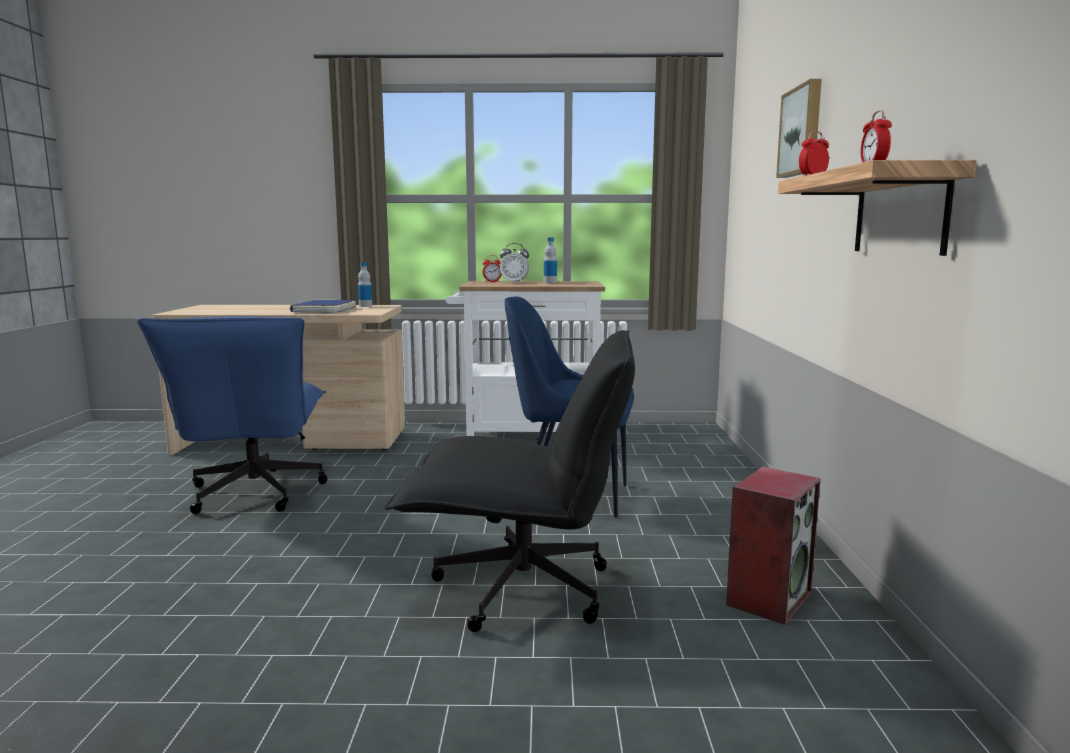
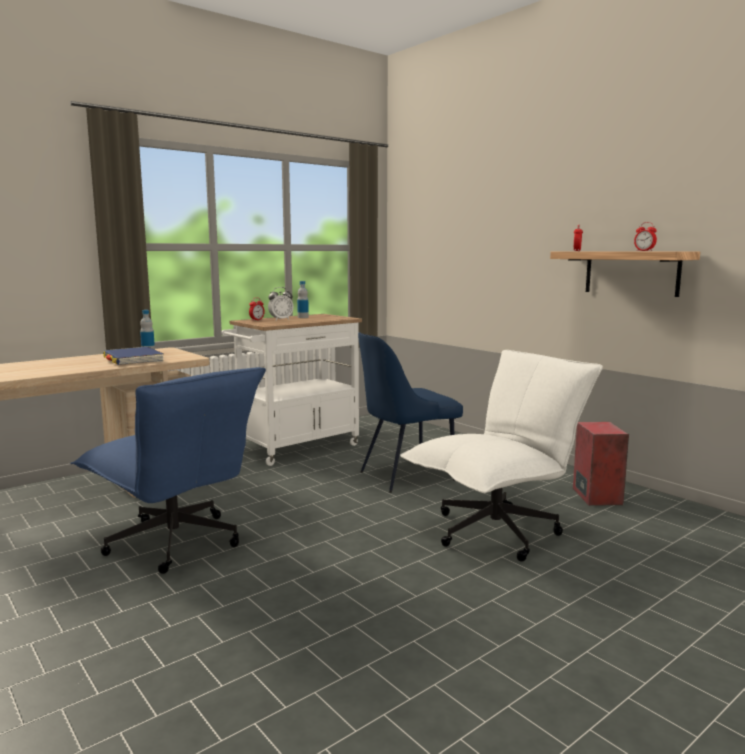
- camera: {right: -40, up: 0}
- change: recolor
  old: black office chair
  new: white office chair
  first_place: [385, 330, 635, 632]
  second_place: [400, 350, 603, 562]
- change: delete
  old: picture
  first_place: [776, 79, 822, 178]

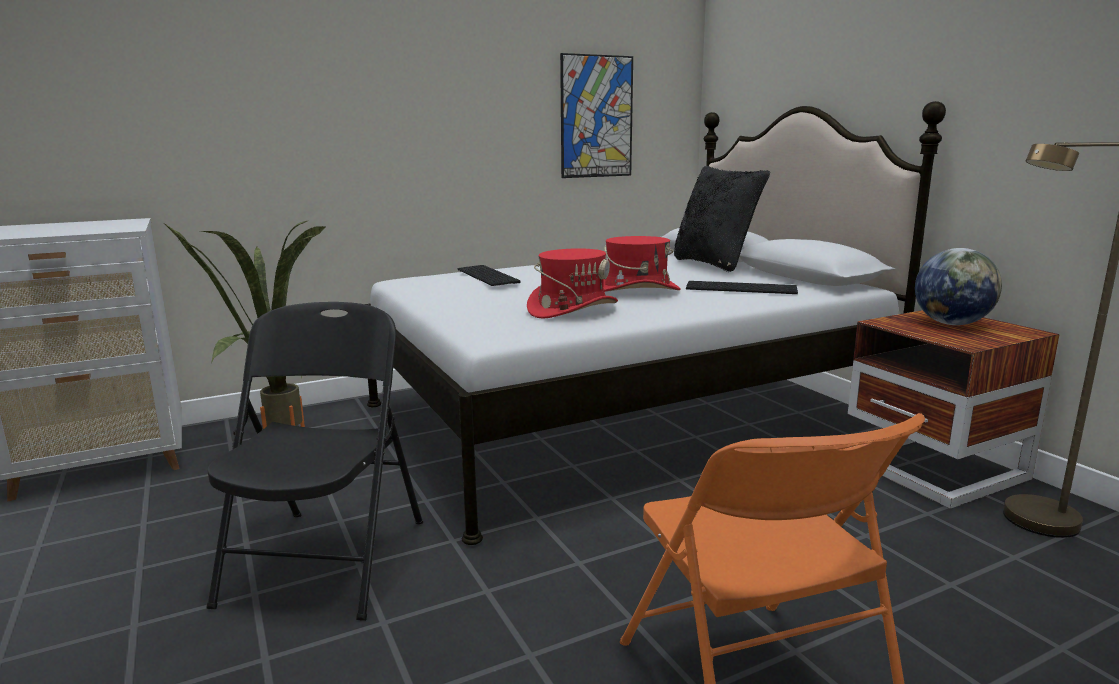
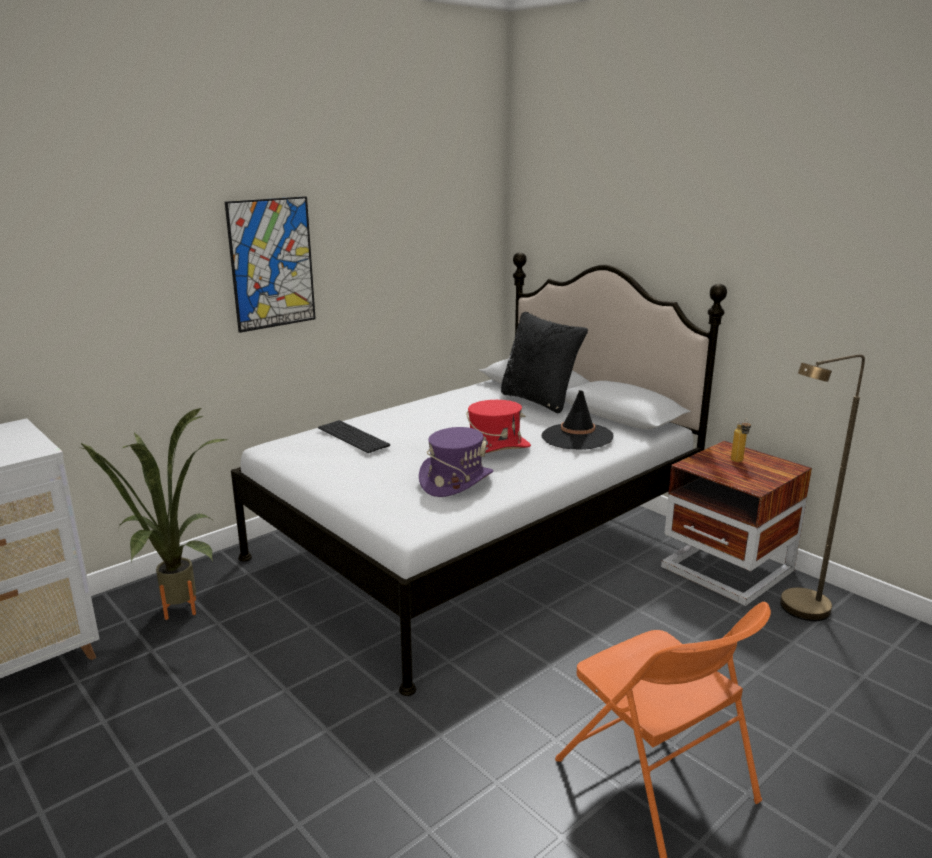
- camera: {right: -15, up: 5}
- change: move
  old: picture
  first_place: [560, 53, 633, 178]
  second_place: [225, 196, 316, 333]
- change: recolor
  old: red hat
  new: purple hat
  first_place: [527, 248, 618, 319]
  second_place: [419, 427, 493, 497]
- change: replace
  old: keyboard
  new: black hat
  first_place: [686, 281, 798, 294]
  second_place: [542, 390, 614, 450]
- change: replace
  old: globe
  new: bottle
  first_place: [915, 248, 1002, 325]
  second_place: [731, 419, 751, 462]
- change: delete
  old: black chair
  first_place: [206, 302, 423, 621]

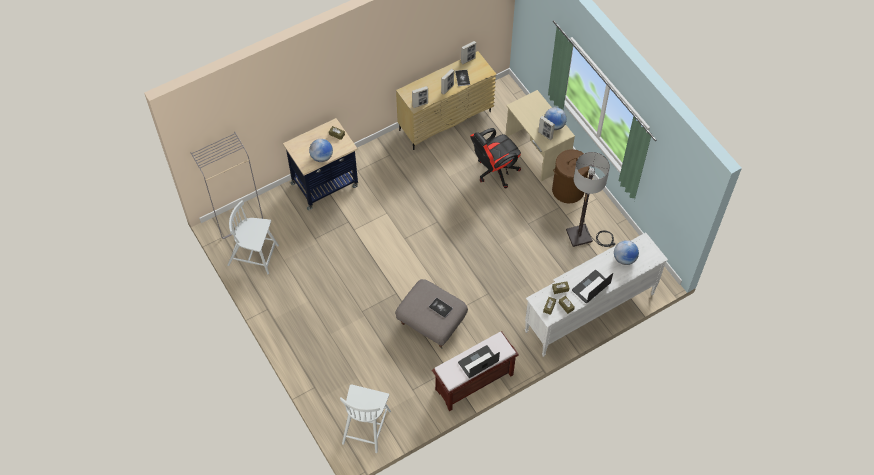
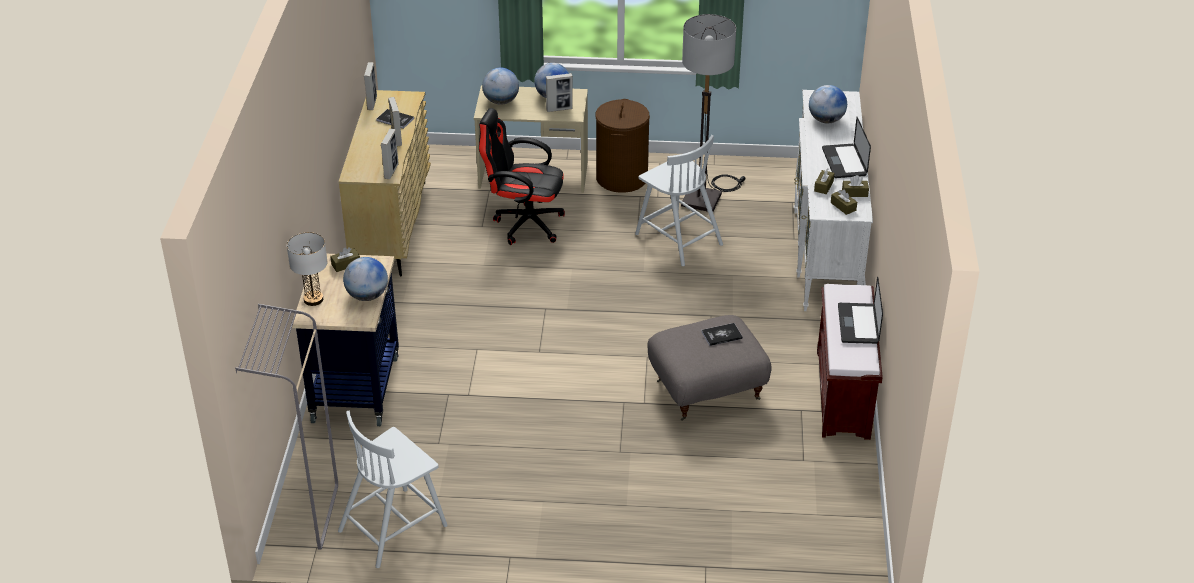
- camera: {right: -55, up: -20}
- change: insert
  new: table lamp
  second_place: [287, 232, 327, 306]
- change: rotate
  old: black office chair
  first_place: [470, 128, 521, 188]
  second_place: [479, 108, 565, 245]
  degrees: 105
- change: insert
  new: globe
  second_place: [482, 68, 519, 105]
- change: move
  old: white chair
  first_place: [340, 384, 391, 453]
  second_place: [635, 135, 723, 266]

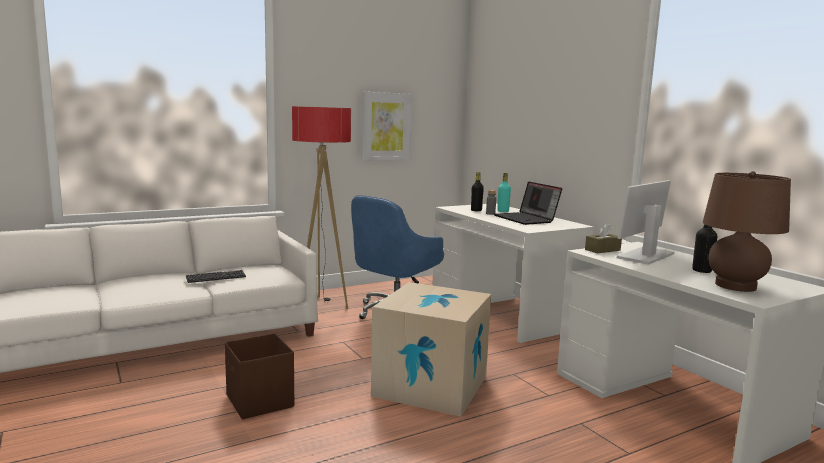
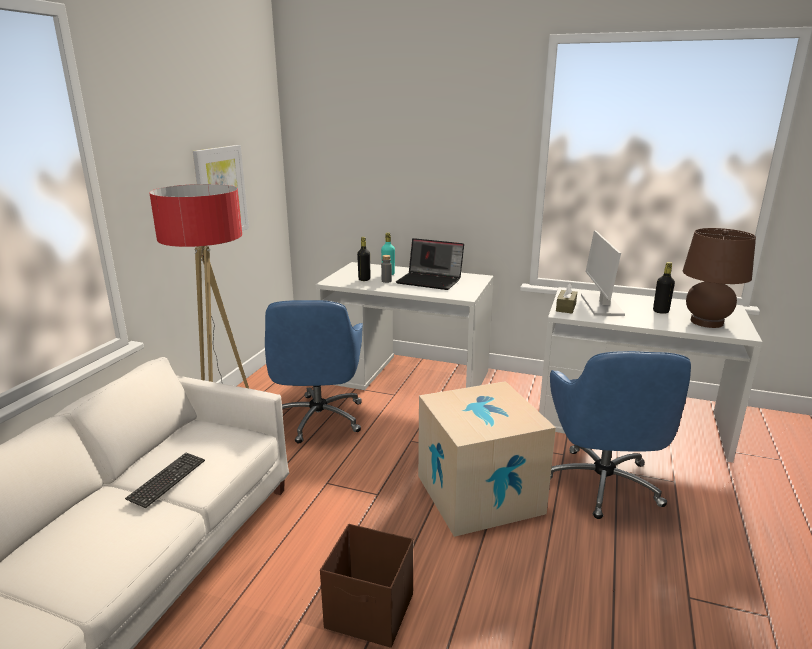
- camera: {right: -40, up: 10}
- change: insert
  new: blue office chair
  second_place: [550, 351, 691, 519]

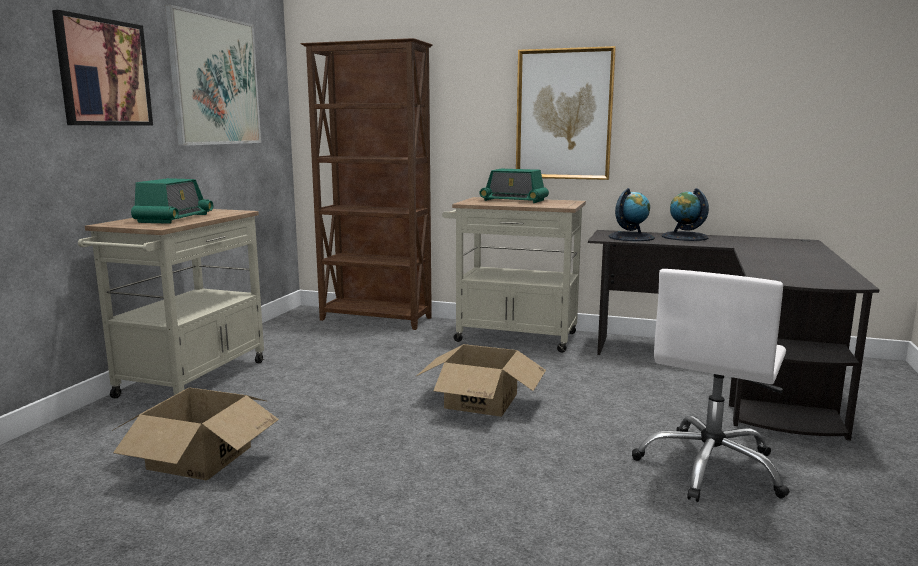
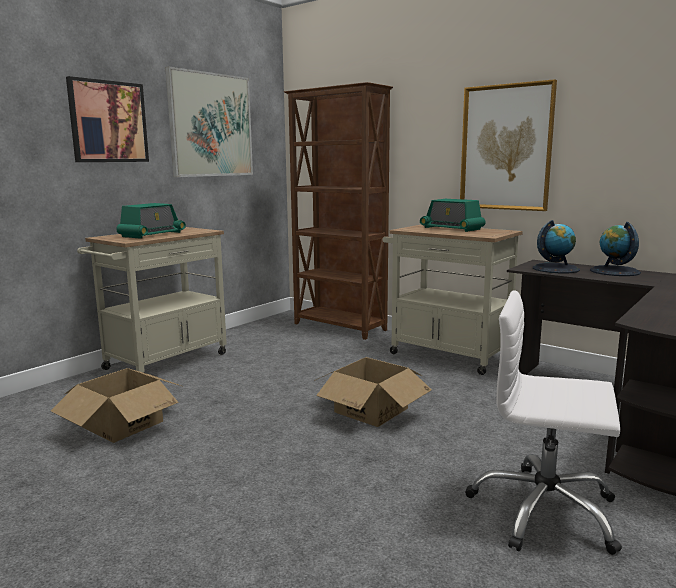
- camera: {right: 20, up: 0}
- change: rotate
  old: white office chair
  first_place: [632, 269, 790, 502]
  second_place: [465, 290, 622, 555]
  degrees: 60

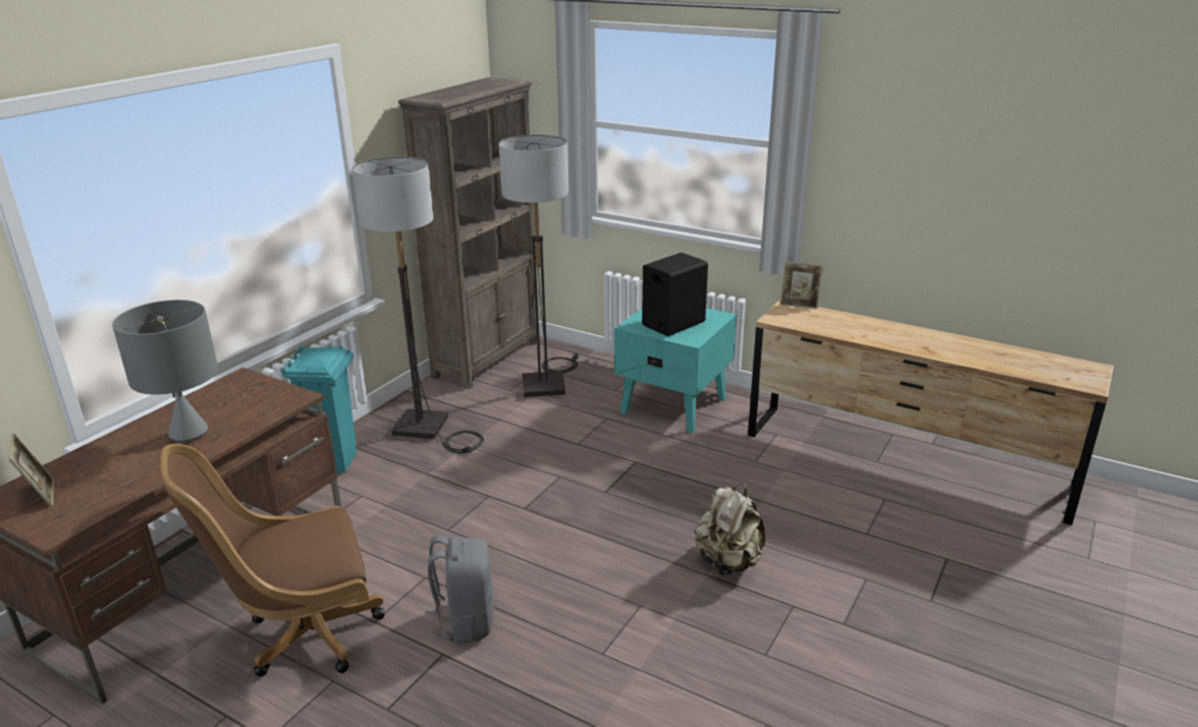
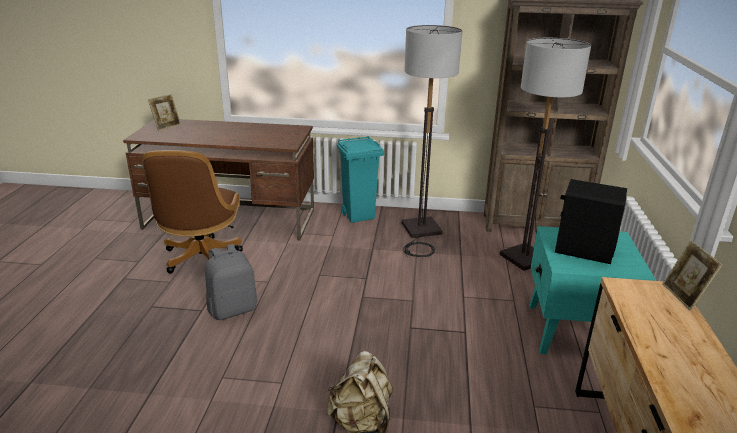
- camera: {right: 65, up: 0}
- change: rotate
  old: brown office chair
  first_place: [160, 444, 385, 677]
  second_place: [142, 151, 243, 273]
  degrees: -135
- change: delete
  old: grey table lamp
  first_place: [112, 300, 218, 443]

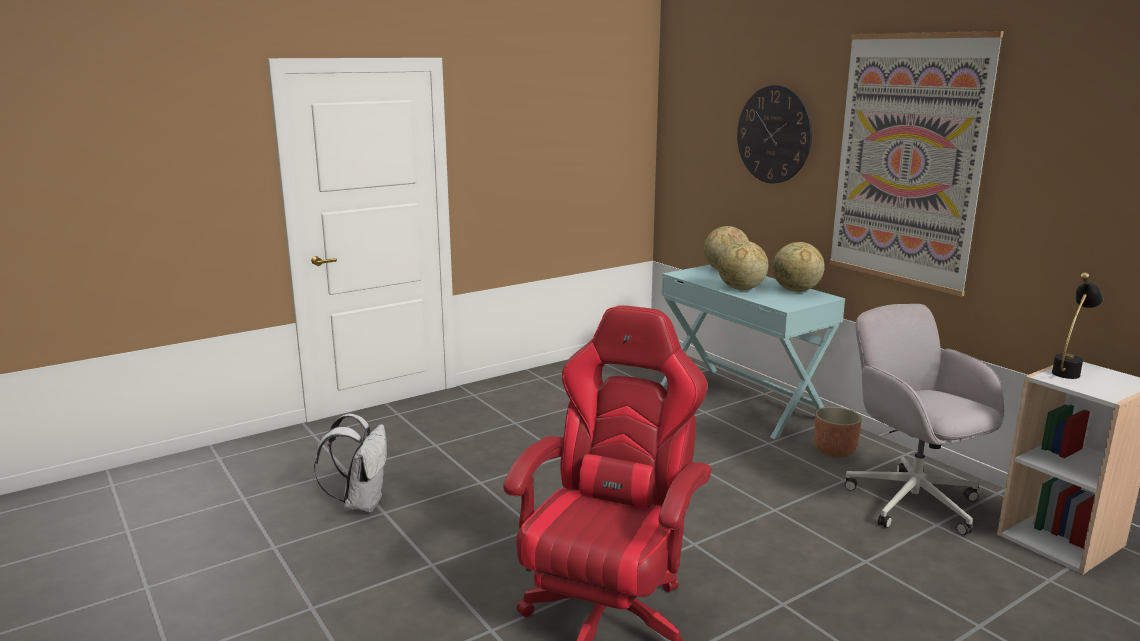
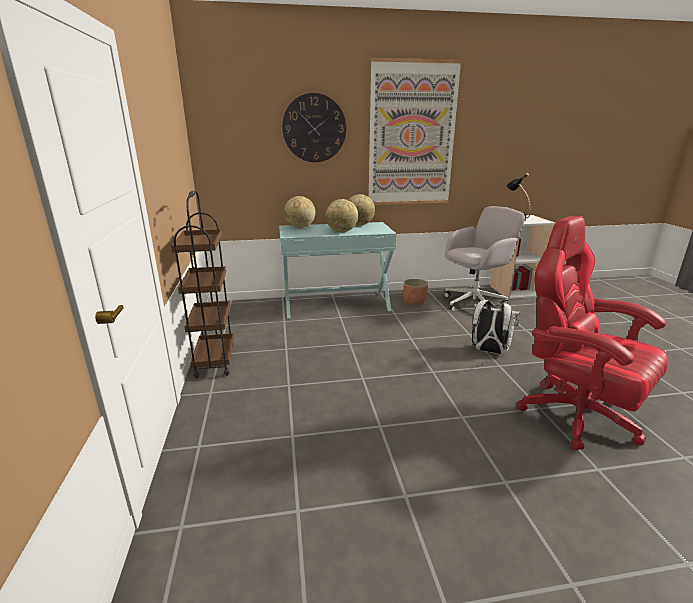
- camera: {right: -65, up: 5}
- change: insert
  new: brown cart
  second_place: [171, 190, 234, 378]
- change: rotate
  old: grey office chair
  first_place: [845, 304, 1004, 535]
  second_place: [444, 206, 525, 311]
  degrees: 150
- change: move
  old: white backpack
  first_place: [314, 414, 387, 512]
  second_place: [472, 300, 520, 354]

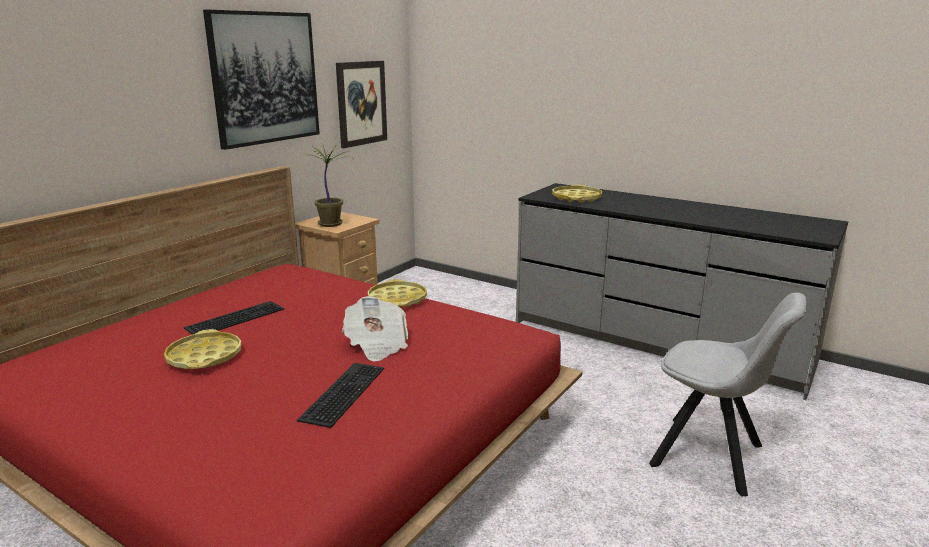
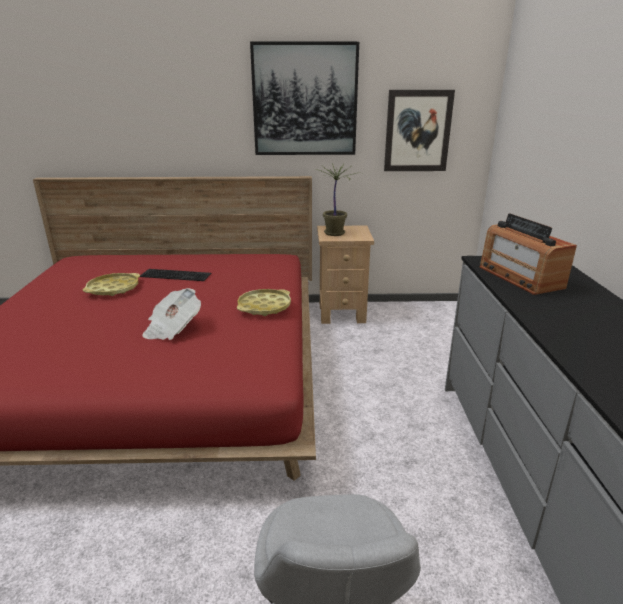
- camera: {right: 55, up: 5}
- change: replace
  old: yellow tray
  new: radio
  first_place: [552, 185, 602, 203]
  second_place: [479, 213, 577, 295]
- change: delete
  old: keyboard
  first_place: [297, 363, 384, 428]

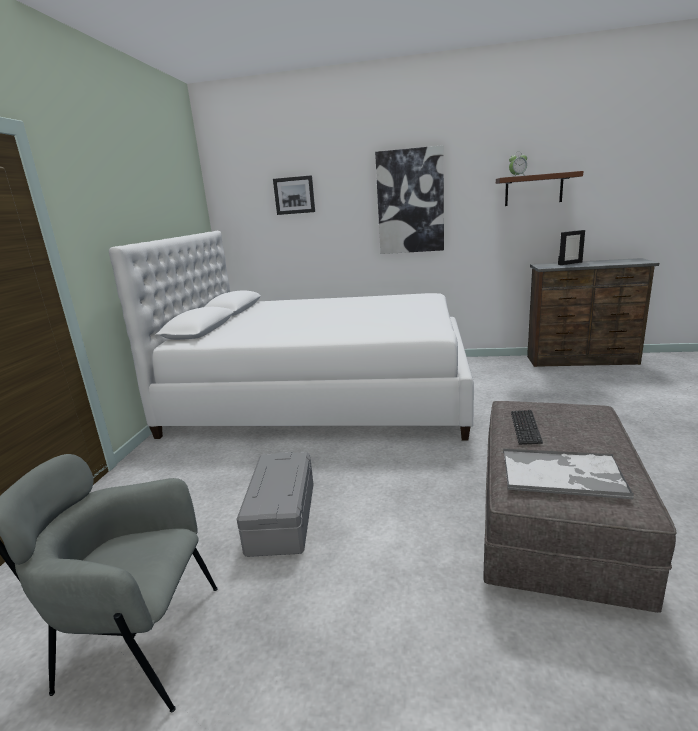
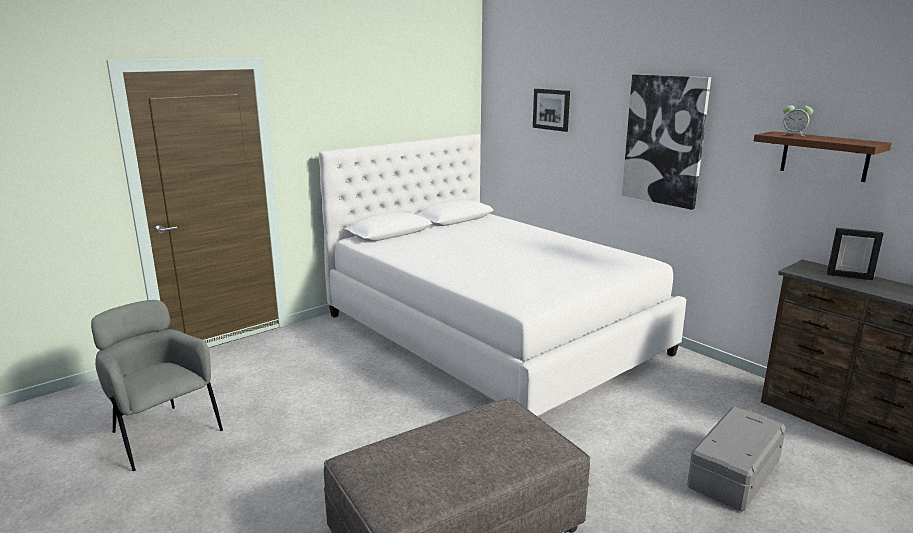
- camera: {right: 40, up: 0}
- change: move
  old: grey storage box
  first_place: [237, 452, 313, 557]
  second_place: [687, 407, 786, 512]
- change: delete
  old: tray
  first_place: [503, 449, 634, 499]
- change: delete
  old: keyboard
  first_place: [511, 410, 543, 445]

